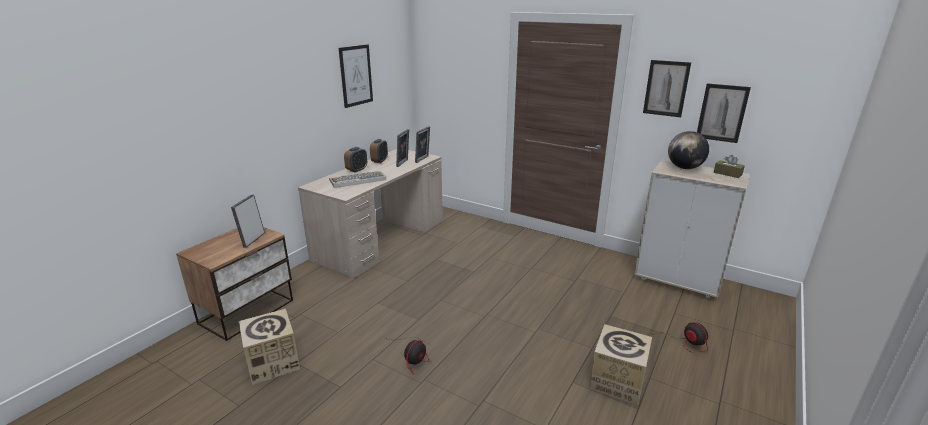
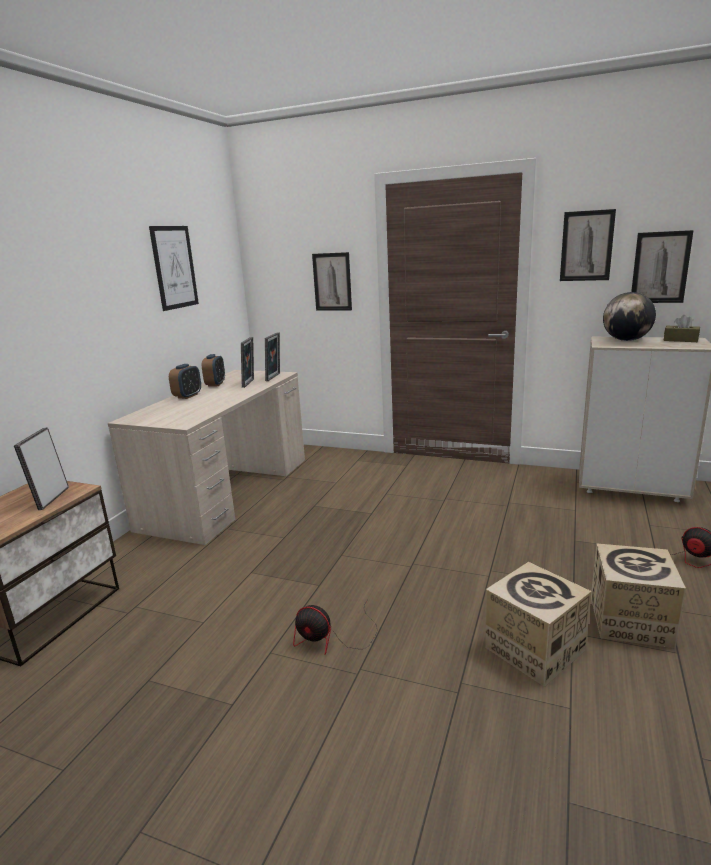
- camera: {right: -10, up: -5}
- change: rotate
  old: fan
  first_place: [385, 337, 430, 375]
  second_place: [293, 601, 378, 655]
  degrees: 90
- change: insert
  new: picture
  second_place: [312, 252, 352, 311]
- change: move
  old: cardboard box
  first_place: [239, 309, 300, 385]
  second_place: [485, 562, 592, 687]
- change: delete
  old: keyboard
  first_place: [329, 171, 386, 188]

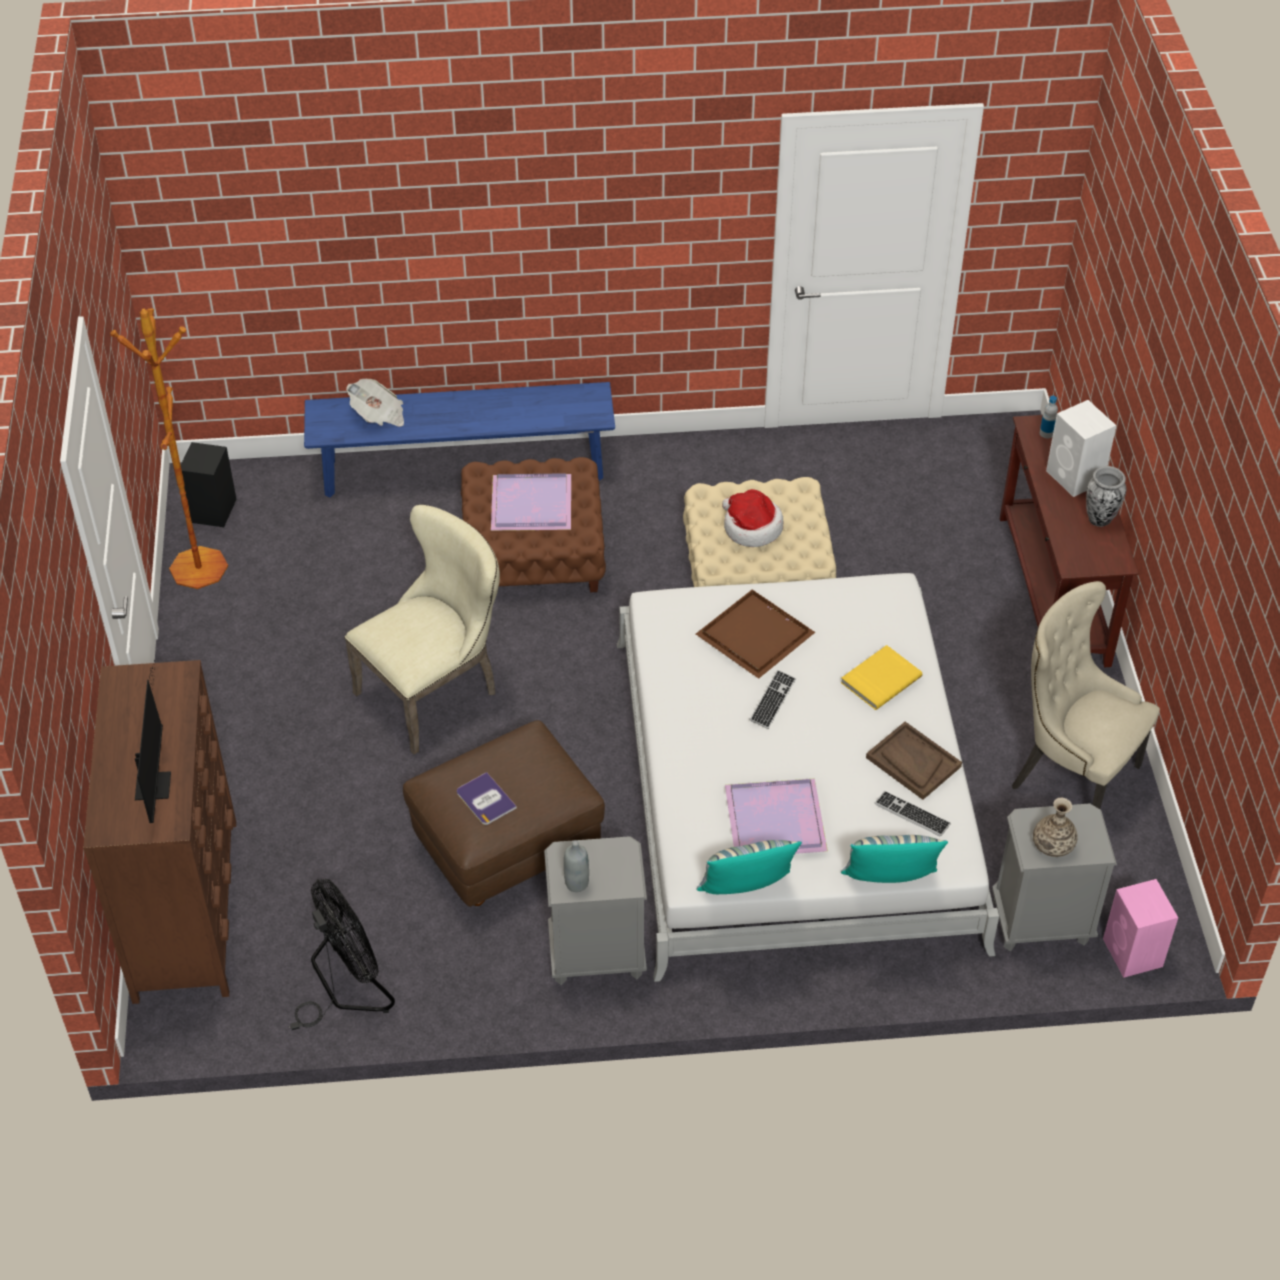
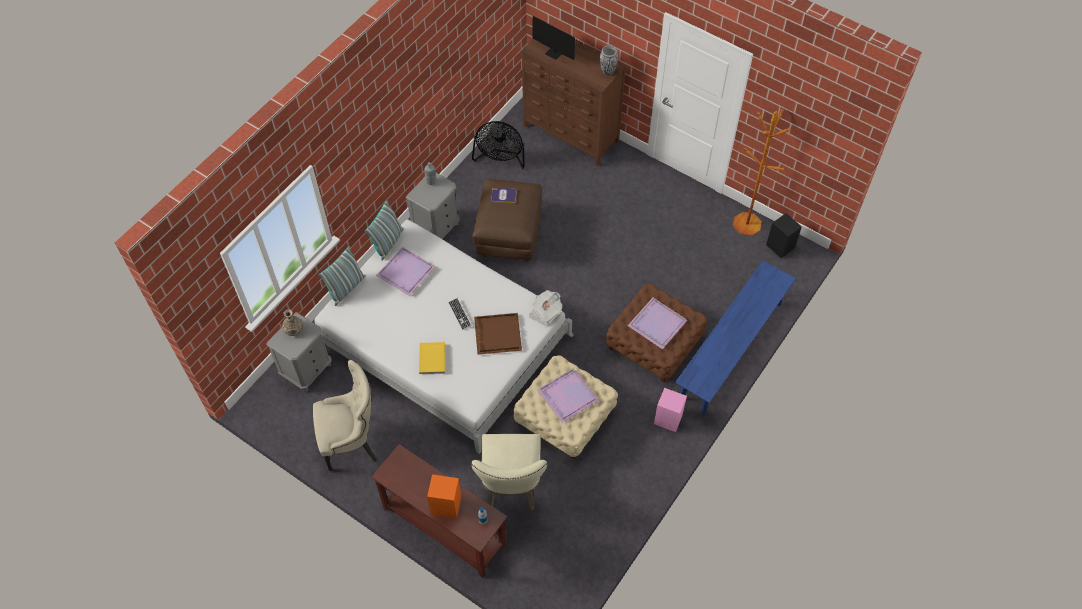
- camera: {right: 130, up: 10}
- change: recolor
  old: white speaker
  new: orange speaker
  first_place: [1046, 400, 1117, 497]
  second_place: [427, 474, 461, 518]
- change: move
  old: beige chair
  first_place: [344, 504, 500, 755]
  second_place: [471, 434, 547, 511]
- change: move
  old: newspaper
  first_place: [346, 379, 404, 427]
  second_place: [529, 290, 562, 325]
- change: replace
  old: hat
  new: purple tray
  first_place: [722, 489, 783, 547]
  second_place: [537, 368, 599, 423]
- change: move
  old: vase
  first_place: [1086, 466, 1126, 527]
  second_place: [600, 45, 618, 75]
- change: move
  old: pink speaker
  first_place: [1103, 879, 1178, 978]
  second_place: [654, 388, 687, 432]
- change: delete
  old: brown tray
  first_place: [866, 722, 962, 800]
- change: delete
  old: keyboard
  first_place: [874, 791, 951, 837]

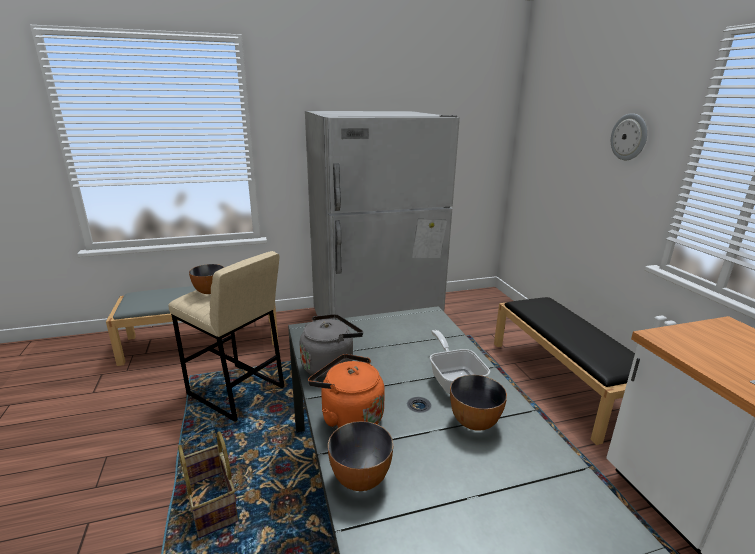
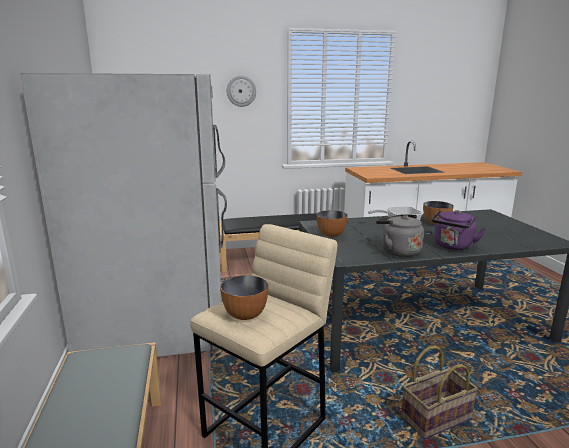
- camera: {right: -85, up: -5}
- change: move
  old: bowl
  first_place: [328, 421, 394, 491]
  second_place: [316, 210, 348, 237]
- change: recolor
  old: orange kettle
  new: purple kettle
  first_place: [308, 354, 385, 430]
  second_place: [432, 210, 485, 250]

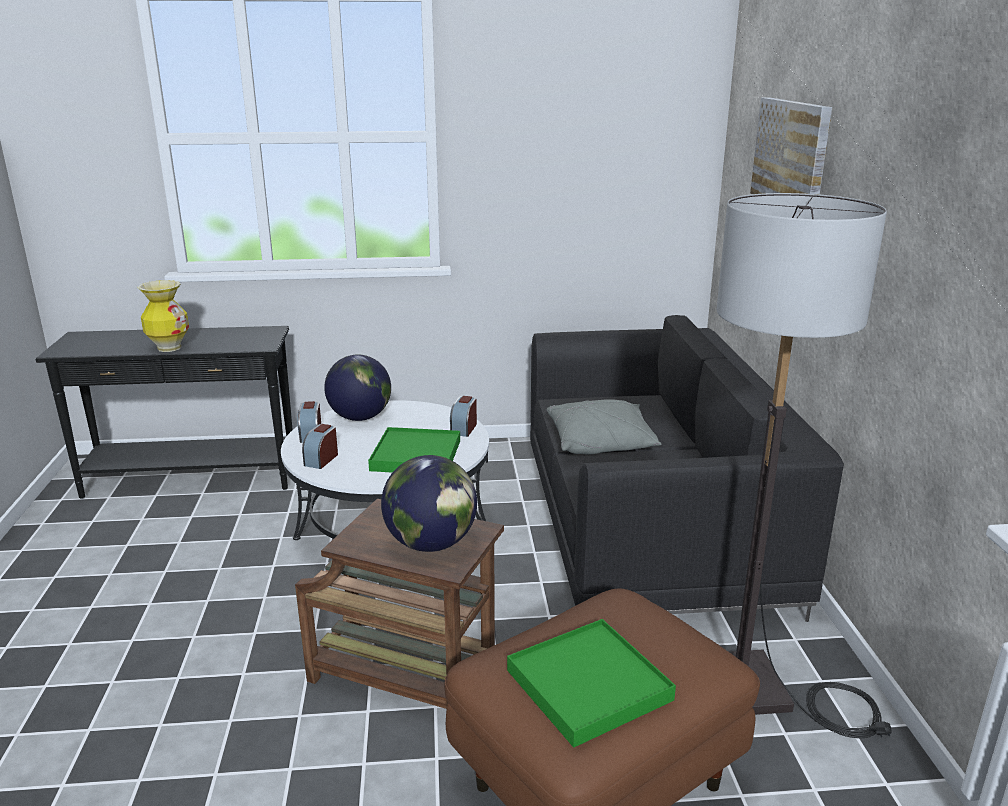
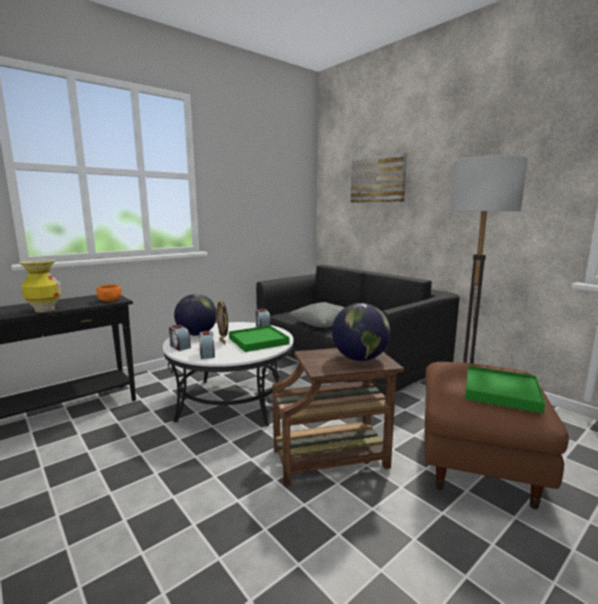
- camera: {right: -35, up: -10}
- change: insert
  new: orange bowl
  second_place: [96, 284, 122, 301]
- change: insert
  new: picture frame
  second_place: [216, 299, 228, 344]

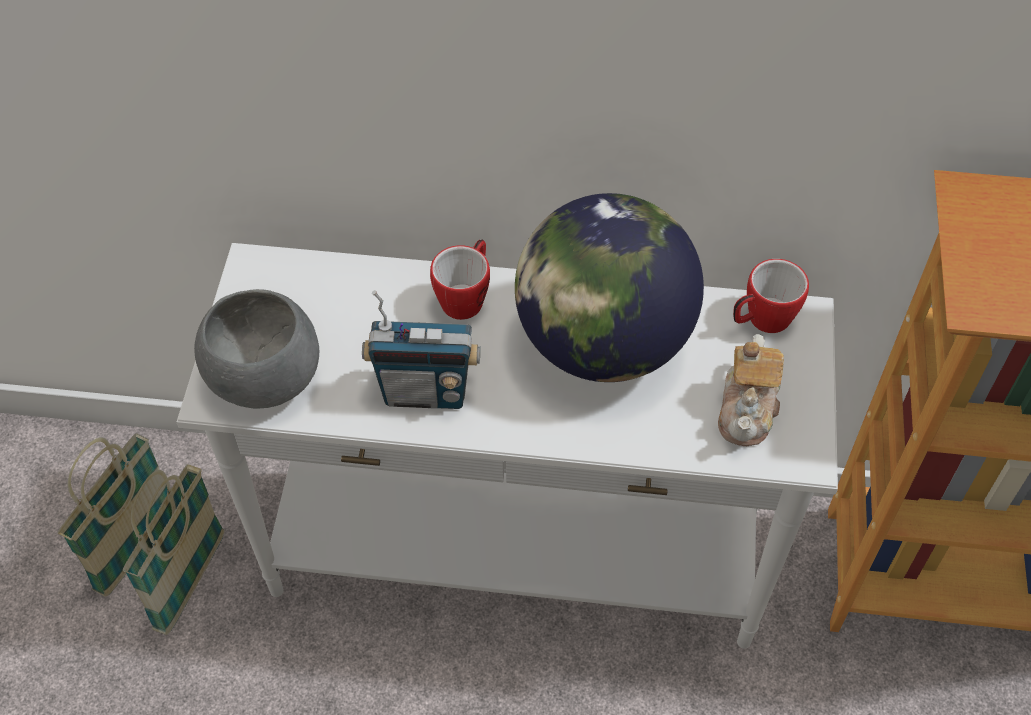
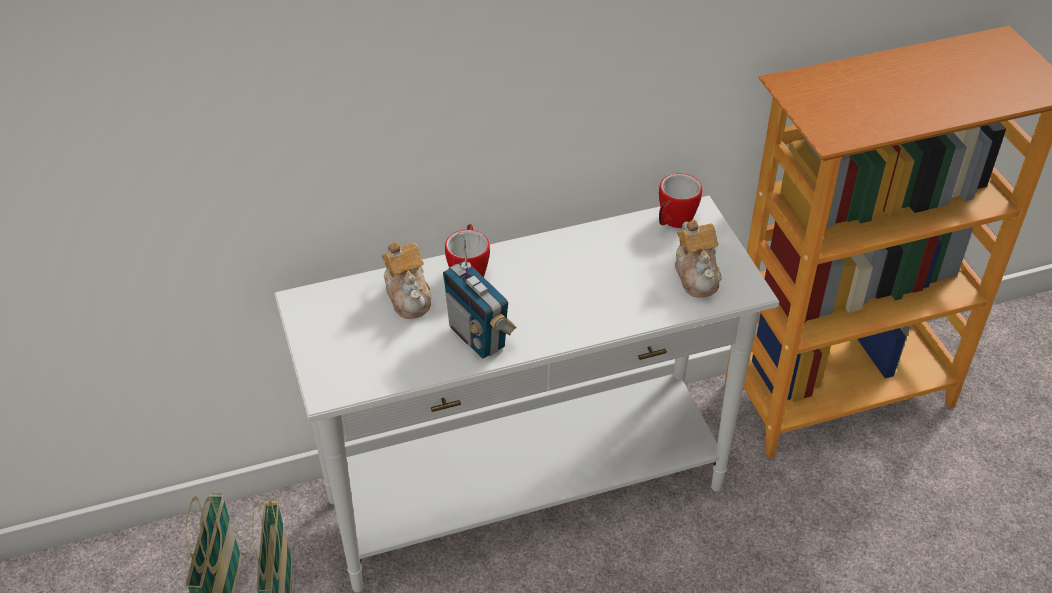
- camera: {right: -25, up: -10}
- change: insert
  new: teapot
  second_place: [382, 241, 432, 319]
- change: rotate
  old: radio
  first_place: [362, 290, 480, 409]
  second_place: [443, 233, 517, 359]
  degrees: 75
- change: delete
  old: grey bowl
  first_place: [194, 289, 319, 408]
- change: delete
  old: globe
  first_place: [515, 193, 704, 382]

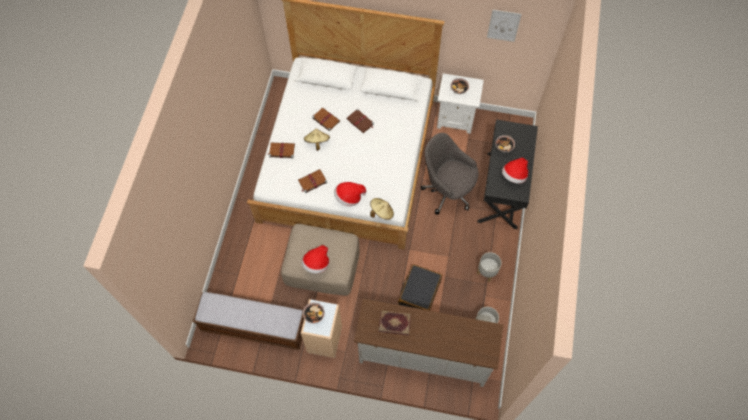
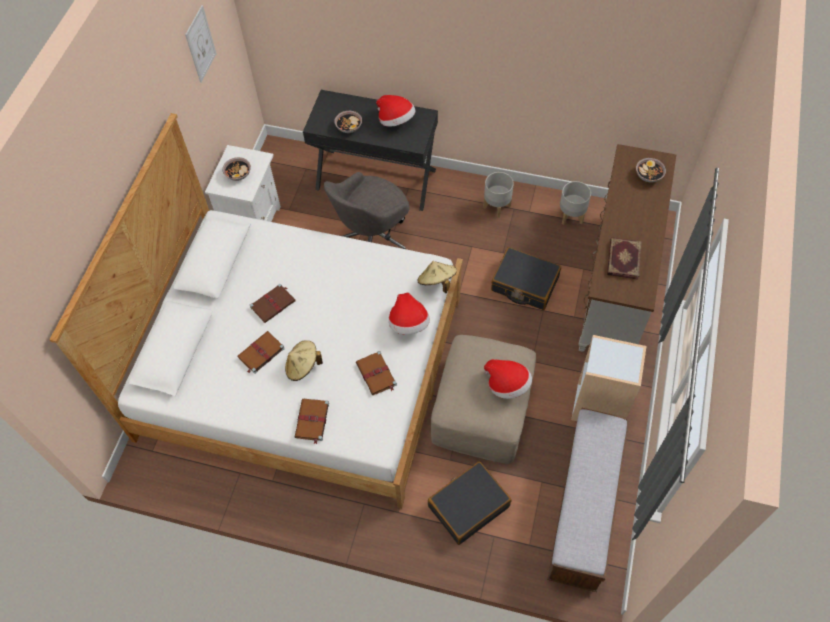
- camera: {right: -85, up: -5}
- change: insert
  new: black suitcase
  second_place: [428, 461, 511, 545]
- change: move
  old: bowl
  first_place: [303, 302, 325, 324]
  second_place: [636, 158, 666, 183]

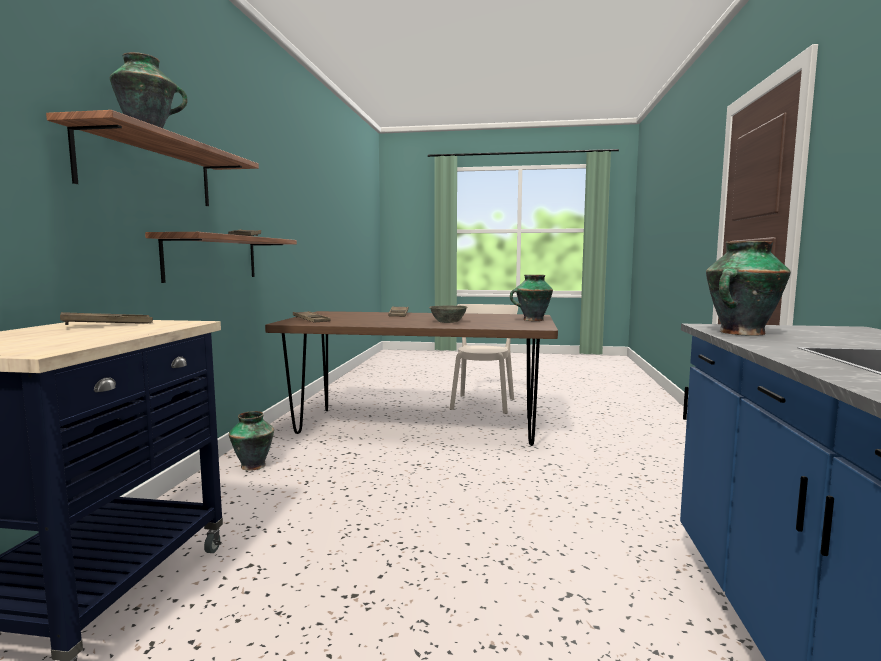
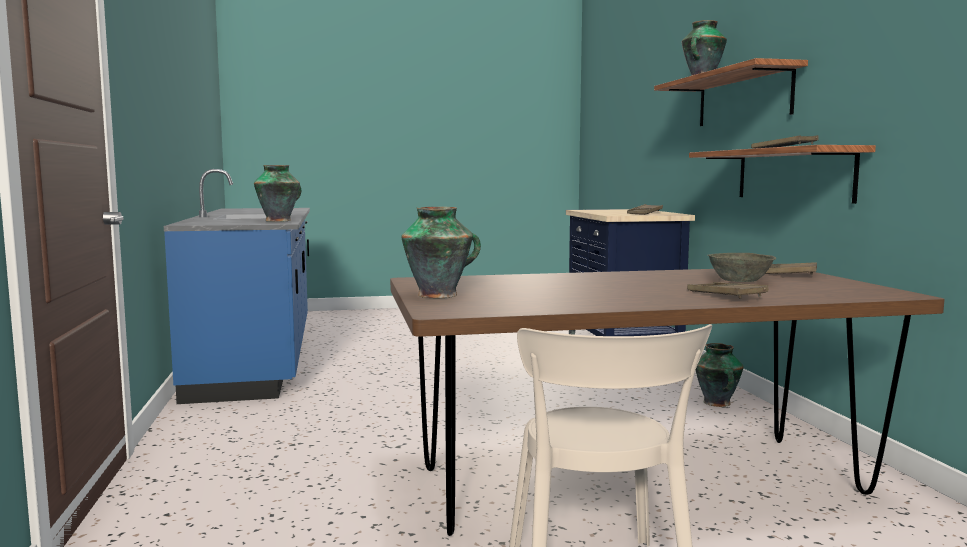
- camera: {right: 160, up: 0}
- change: move
  old: grey bowl
  first_place: [429, 306, 468, 323]
  second_place: [707, 253, 776, 282]

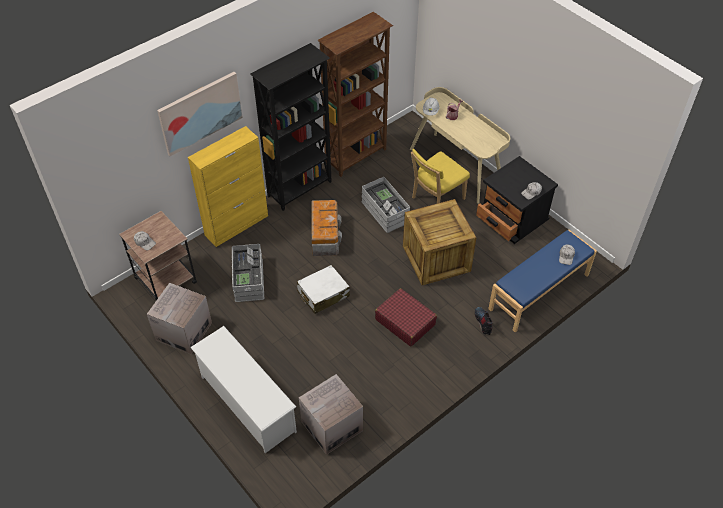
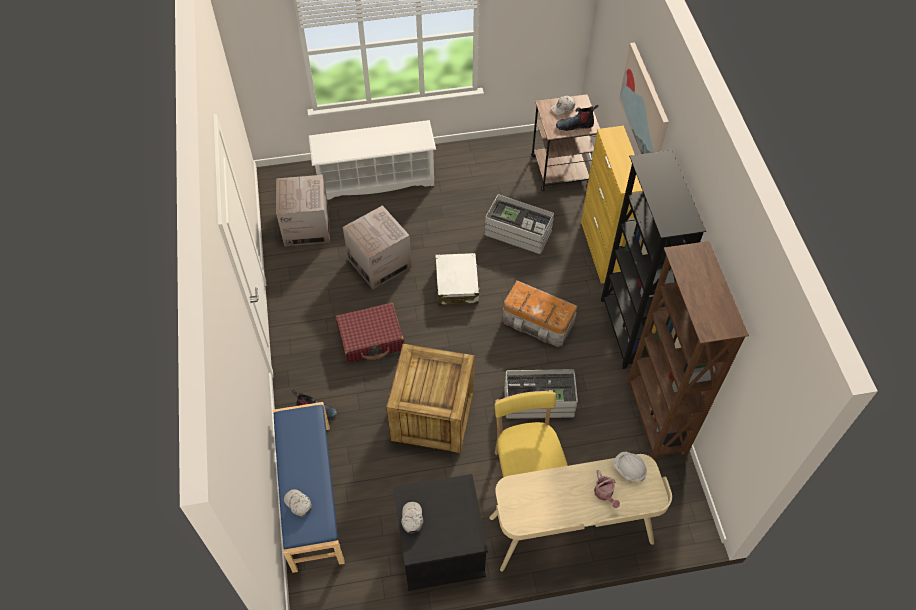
- camera: {right: 120, up: 5}
- change: move
  old: cardboard box
  first_place: [147, 283, 212, 354]
  second_place: [343, 205, 412, 289]
- change: insert
  new: boot
  second_place: [556, 105, 598, 131]

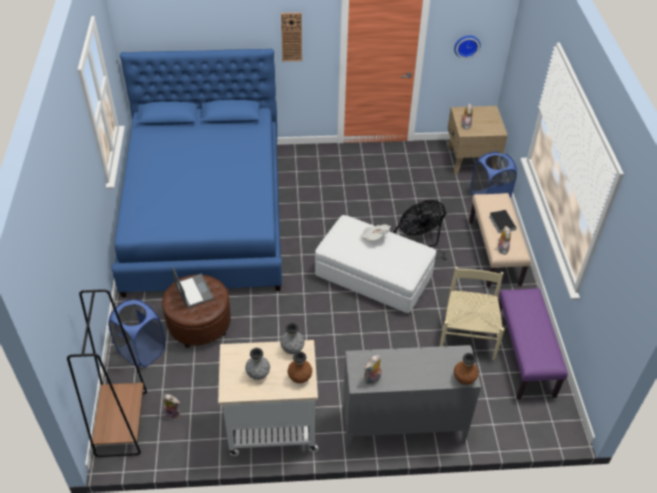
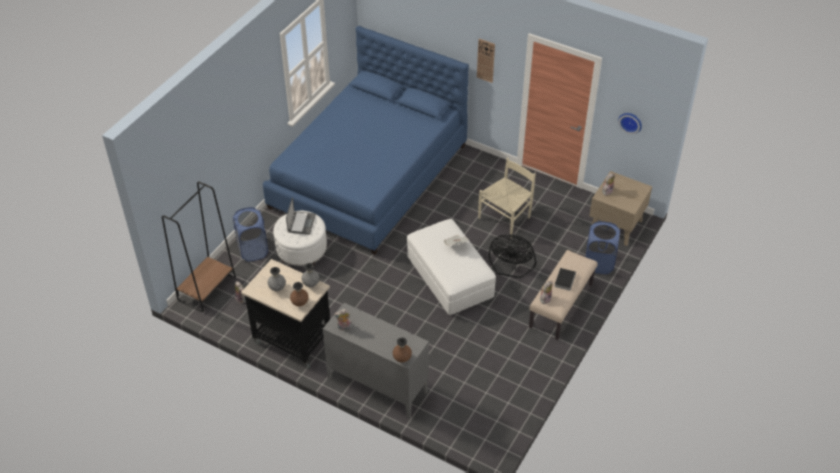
- camera: {right: 35, up: 0}
- change: recolor
  old: white cart
  new: black cart
  first_place: [218, 340, 318, 456]
  second_place: [241, 259, 330, 369]
- change: recolor
  old: brown ottoman
  new: white ottoman
  first_place: [162, 275, 231, 348]
  second_place: [273, 211, 327, 266]
- change: move
  old: beige chair
  first_place: [440, 267, 504, 360]
  second_place: [478, 158, 536, 236]
- change: delete
  old: purple bench
  first_place: [499, 288, 568, 400]

